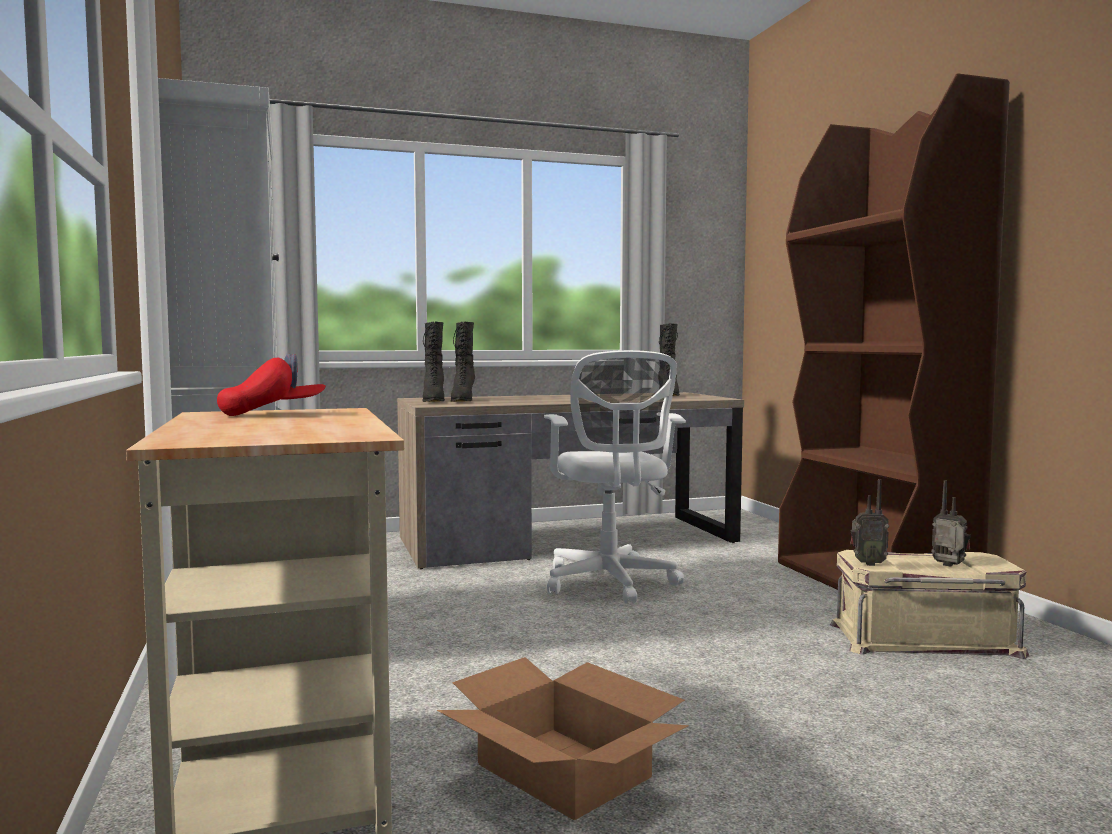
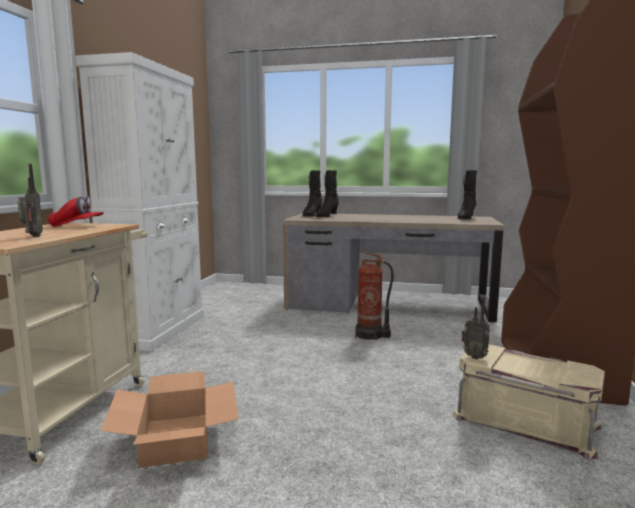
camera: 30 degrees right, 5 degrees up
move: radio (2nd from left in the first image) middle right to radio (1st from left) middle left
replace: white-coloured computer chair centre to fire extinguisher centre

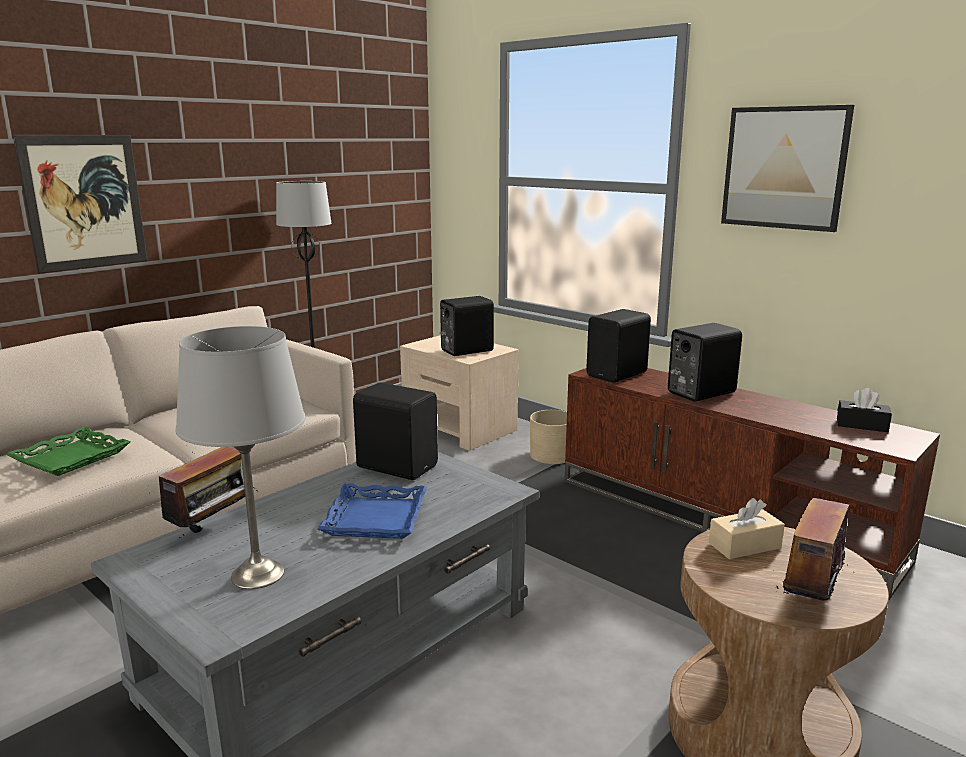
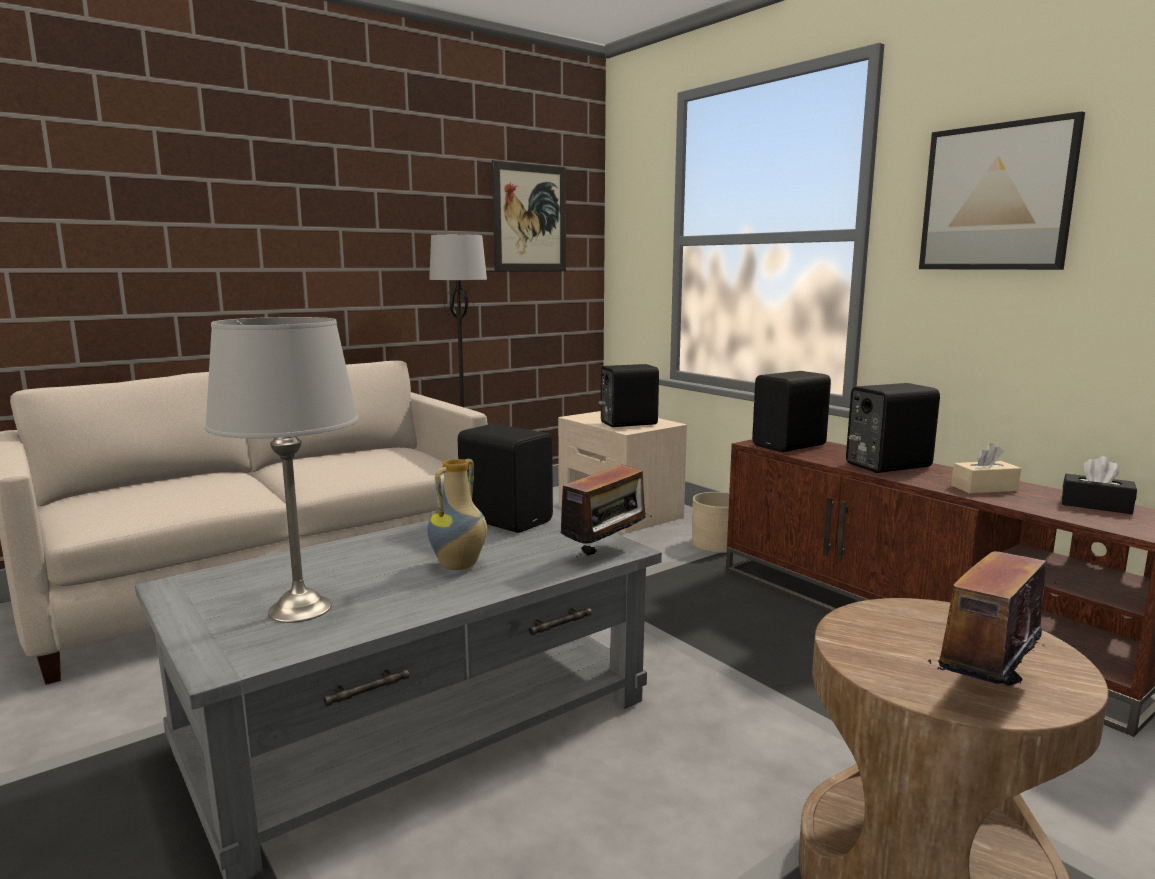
camera: 10 degrees right, 5 degrees down
delete: green-coloured serving tray middle left
move: wall art (1st from left) top left to top centre; radio (1st from left) middle left to centre; beige tissue box bottom right to middle right
replace: blue serving tray bottom centre to vase centre

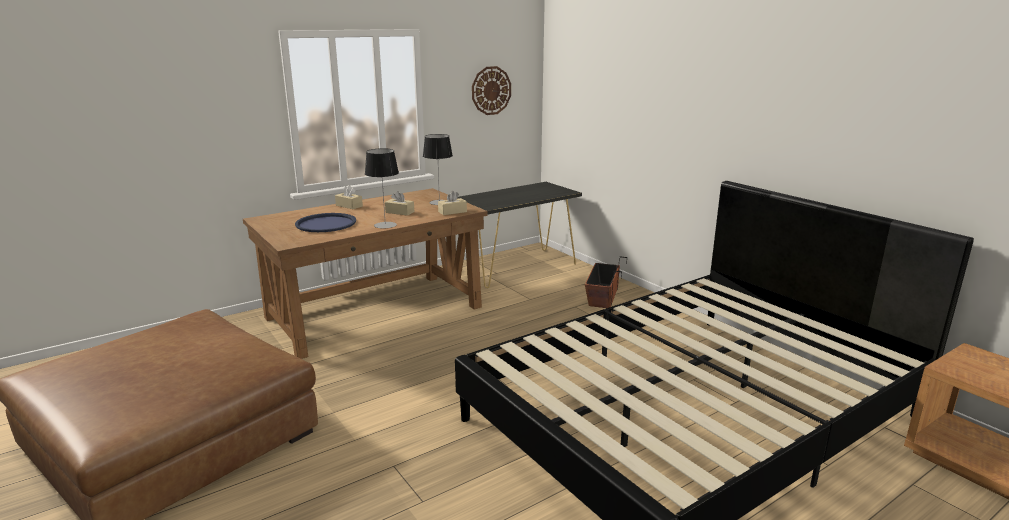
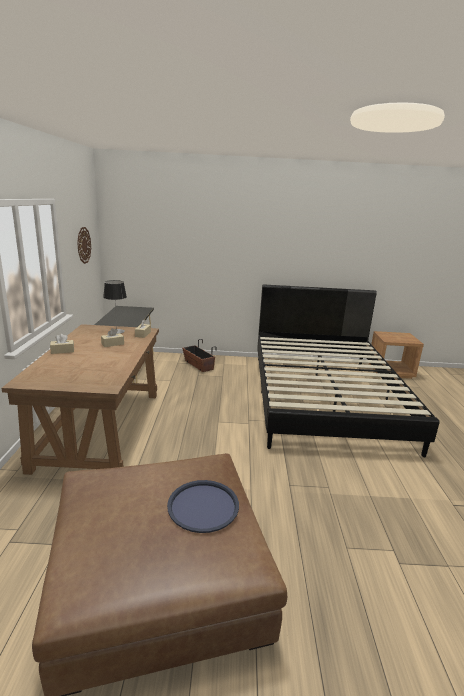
camera: 55 degrees left, 0 degrees up
delete: lamp for a table (1st from left) centre
move: blue serving tray middle left to bottom centre

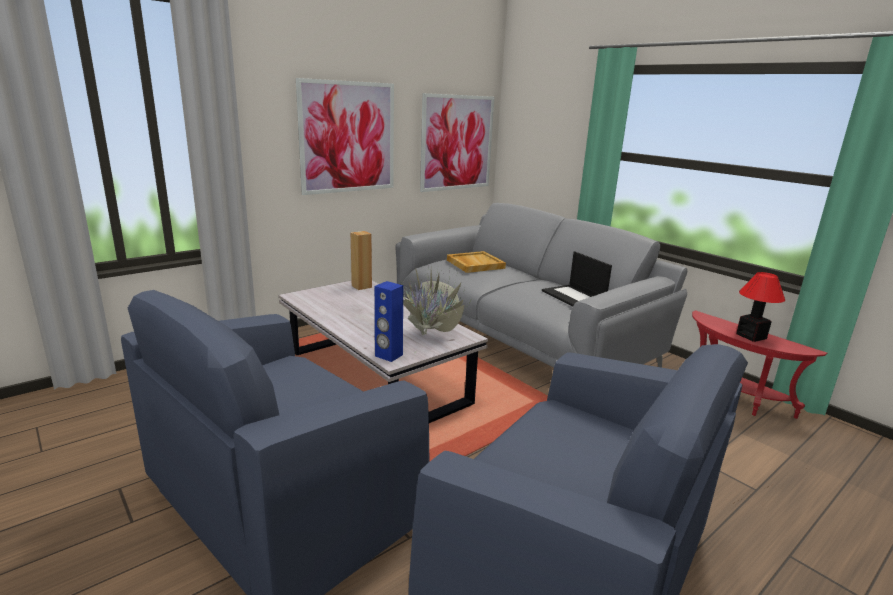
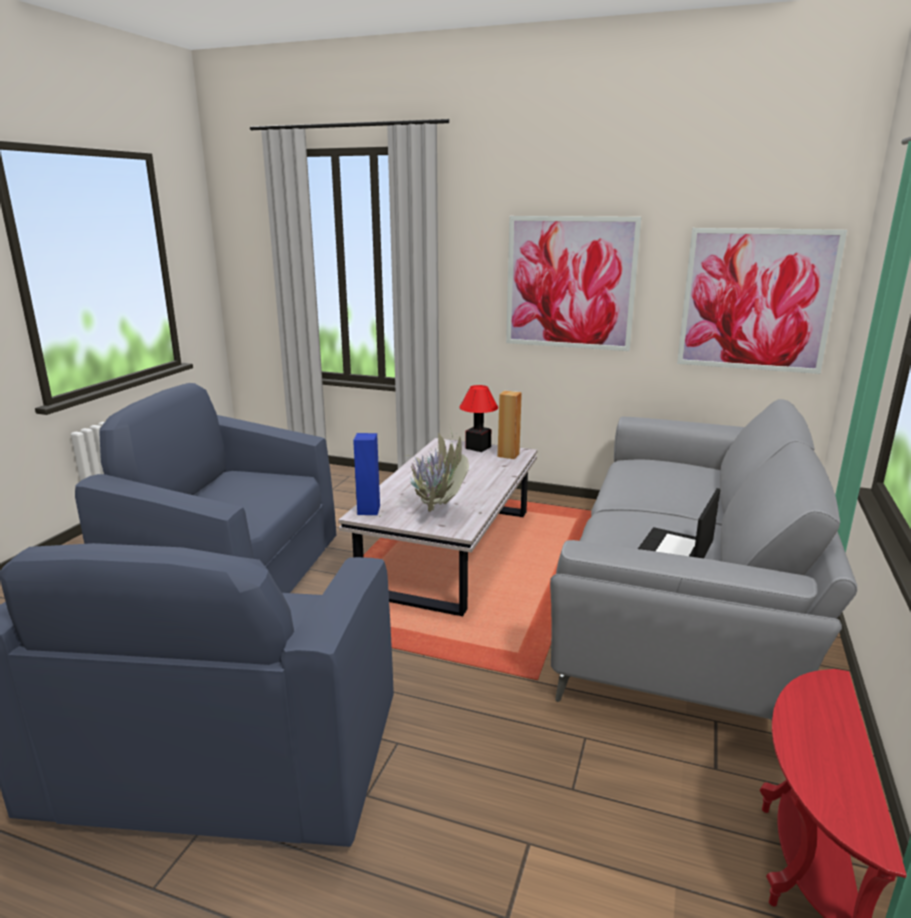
camera: 60 degrees right, 0 degrees up
delete: beige serving tray centre
move: lamp for a table middle right to centre

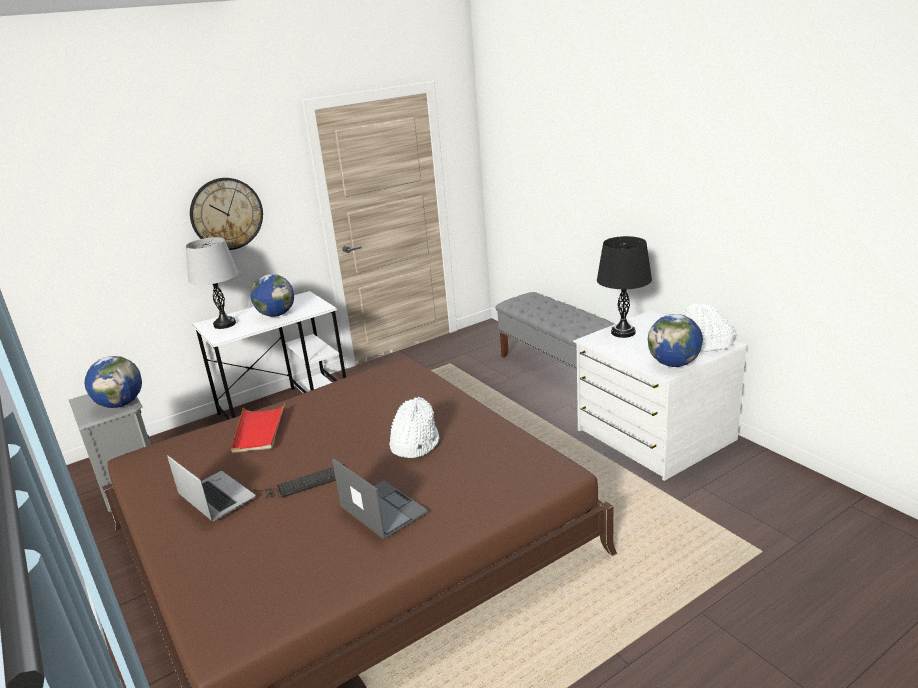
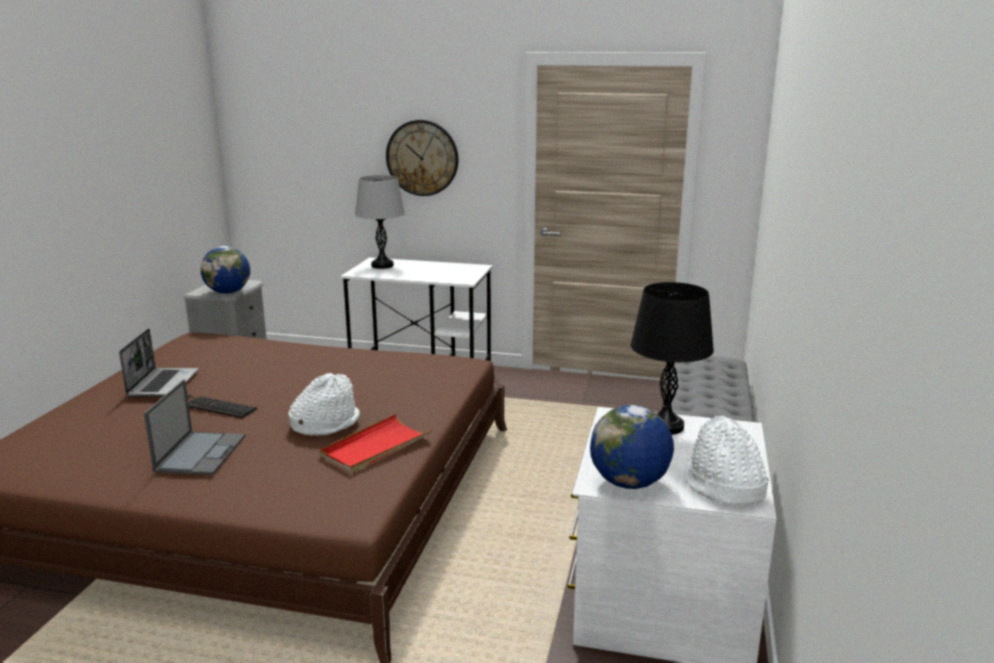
camera: 45 degrees right, 5 degrees down
delete: world globe (2nd from left) middle left
move: reddish serving tray middle left to bottom centre

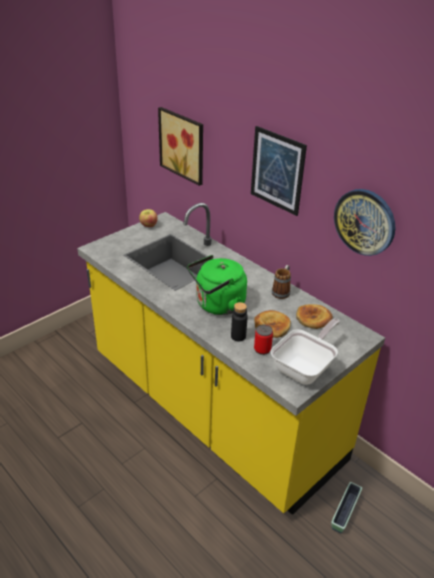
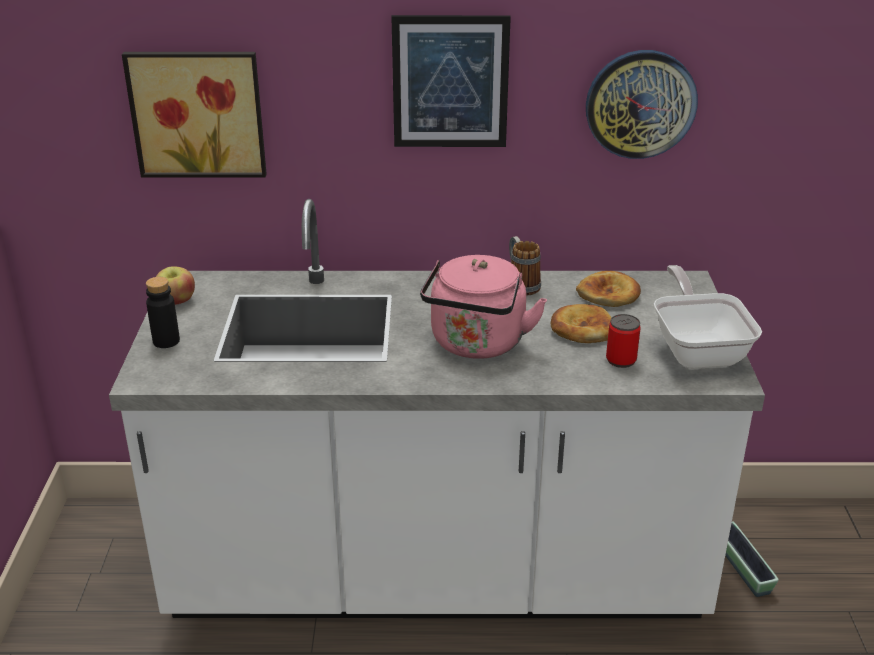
camera: 45 degrees left, 5 degrees down
move: black drink bottle centre to middle left
recolor: yellow-coloured counter centre to white-coloured counter centre; green-coloured water kettle centre to pink water kettle centre

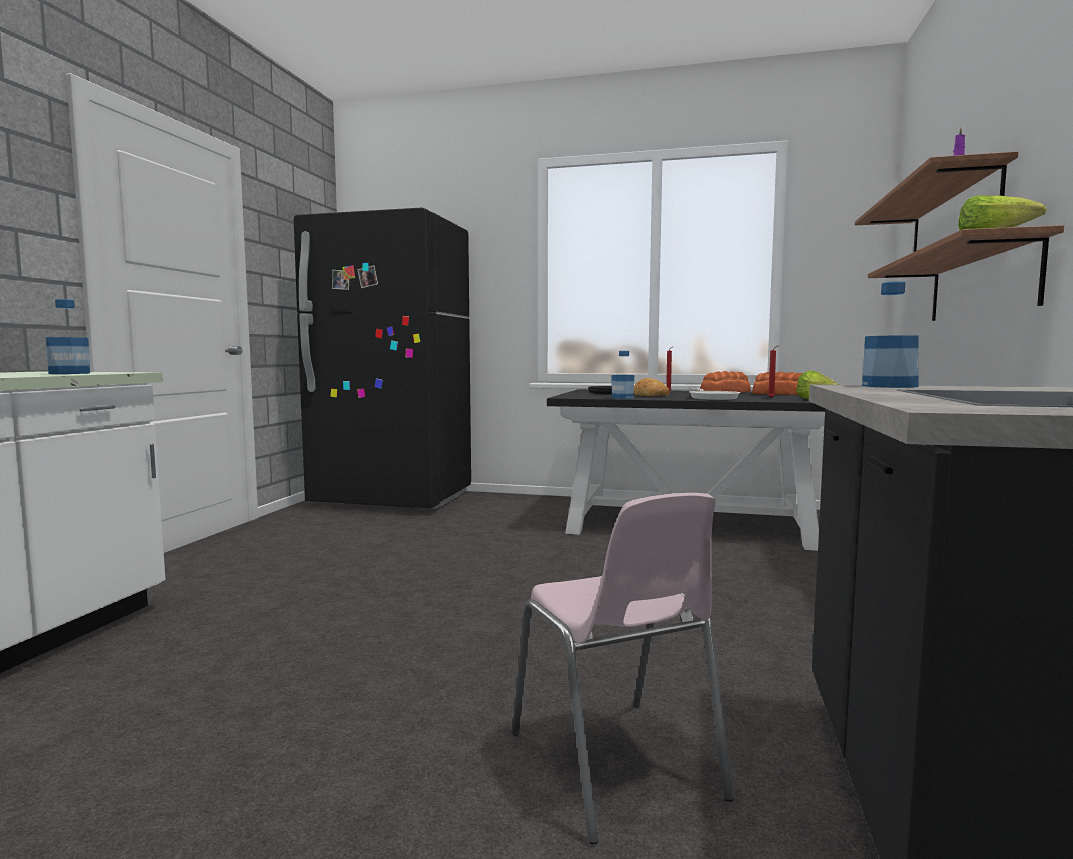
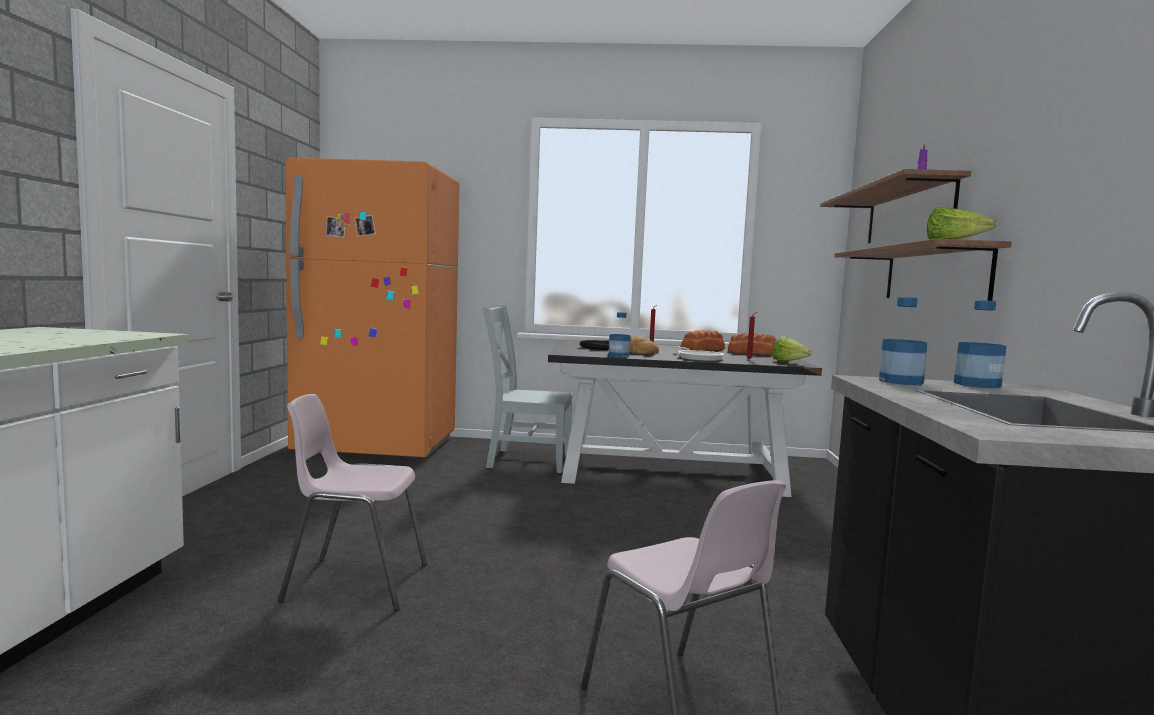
camera: 10 degrees left, 0 degrees up
insert: pink chair (1st from left) bottom left; gray chair centre
move: drink bottle (1st from left in the first image) middle left to drink bottle (3rd from left) middle right
recolor: black fridge centre to orange-coloured fridge middle left

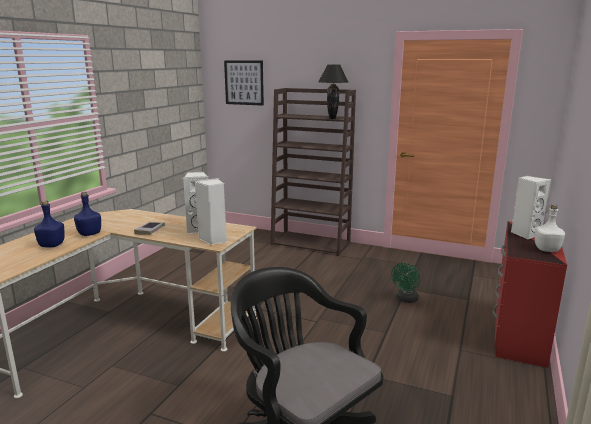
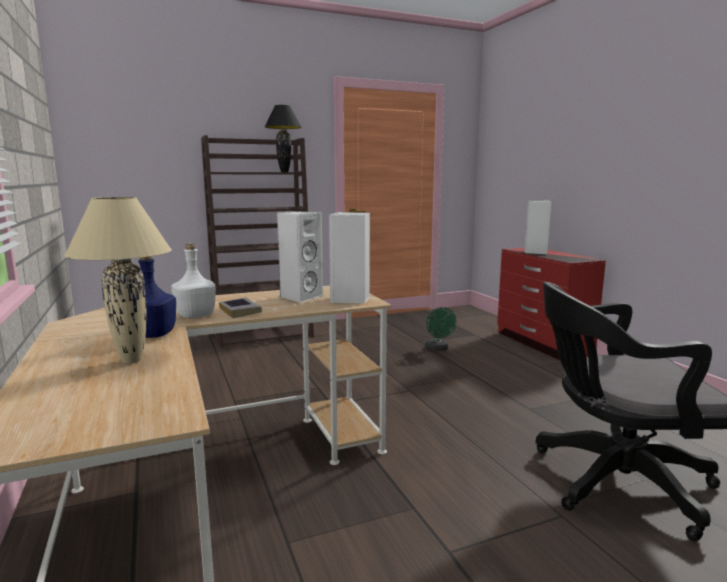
camera: 45 degrees left, 5 degrees down
delete: wall art top centre
move: white-coloured drink bottle middle right to middle left
replace: blue drink bottle (1st from left) middle left to beige lamp for a table middle left

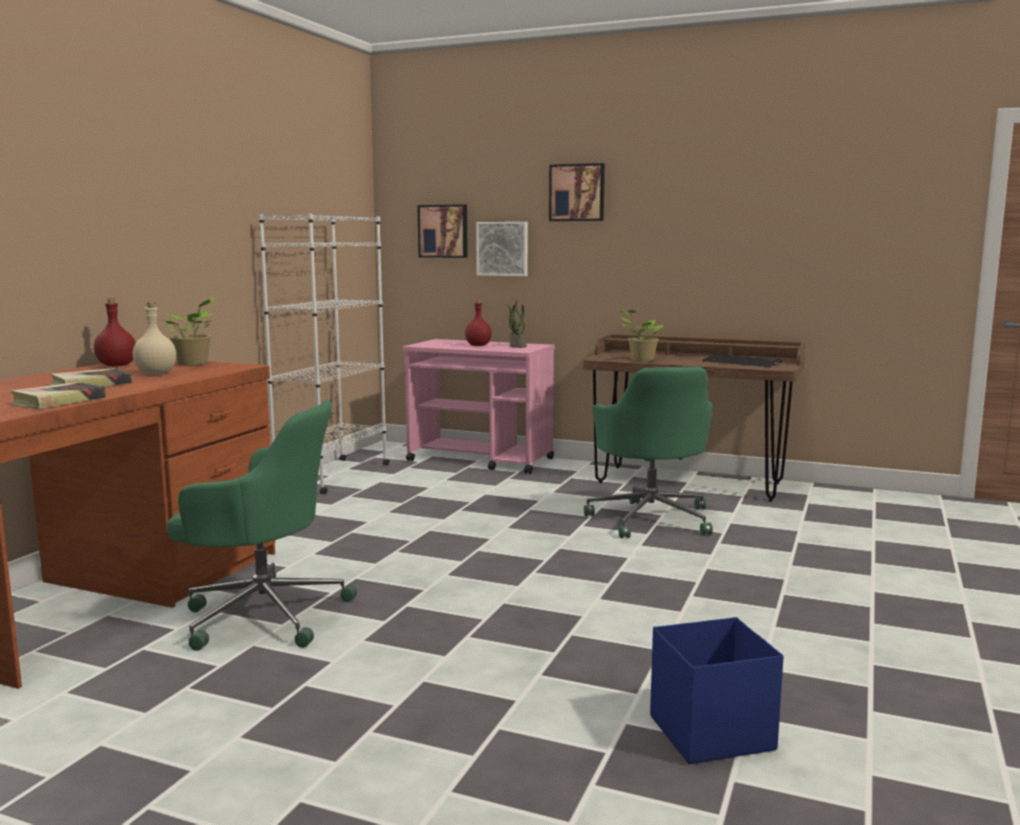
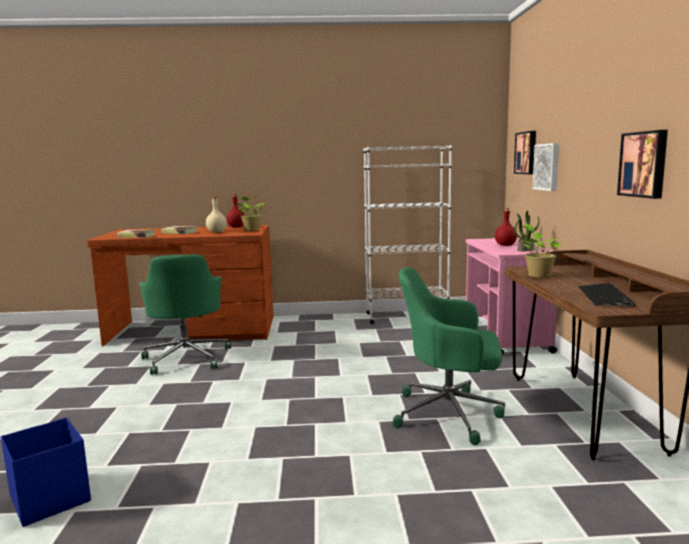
camera: 65 degrees right, 0 degrees up
move: wall art (3rd from left) top centre to top right
rotate: green-coloured computer chair (2nd from left) centre = centre 45 degrees clockwise

